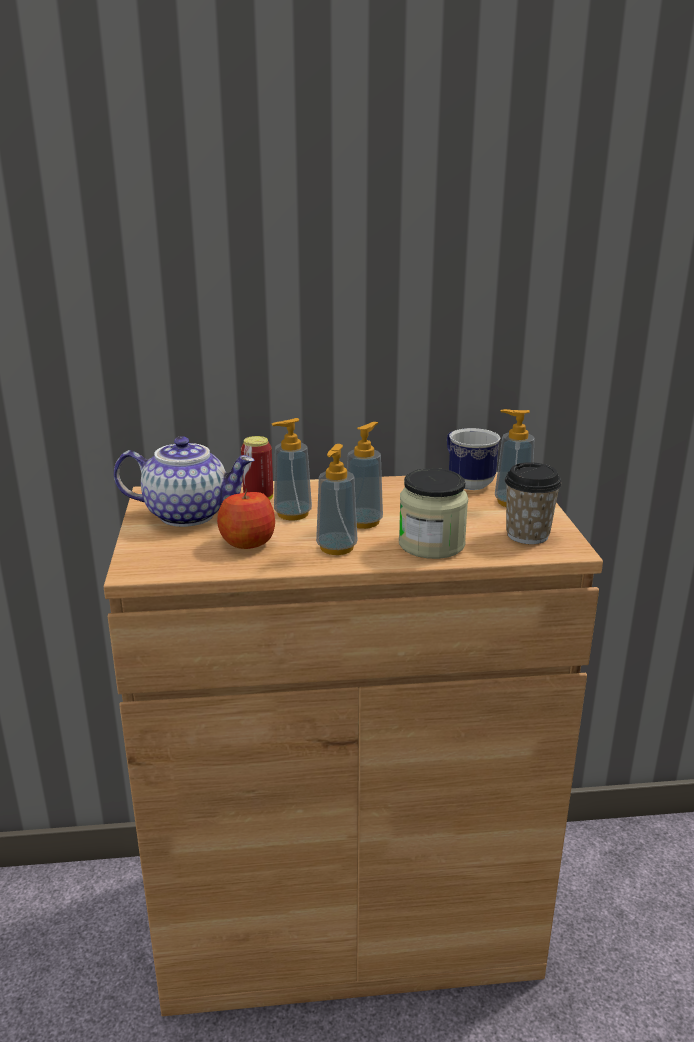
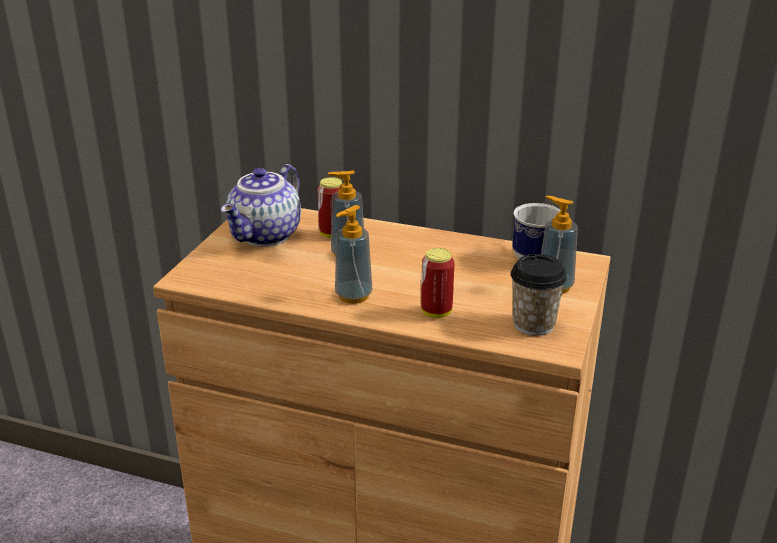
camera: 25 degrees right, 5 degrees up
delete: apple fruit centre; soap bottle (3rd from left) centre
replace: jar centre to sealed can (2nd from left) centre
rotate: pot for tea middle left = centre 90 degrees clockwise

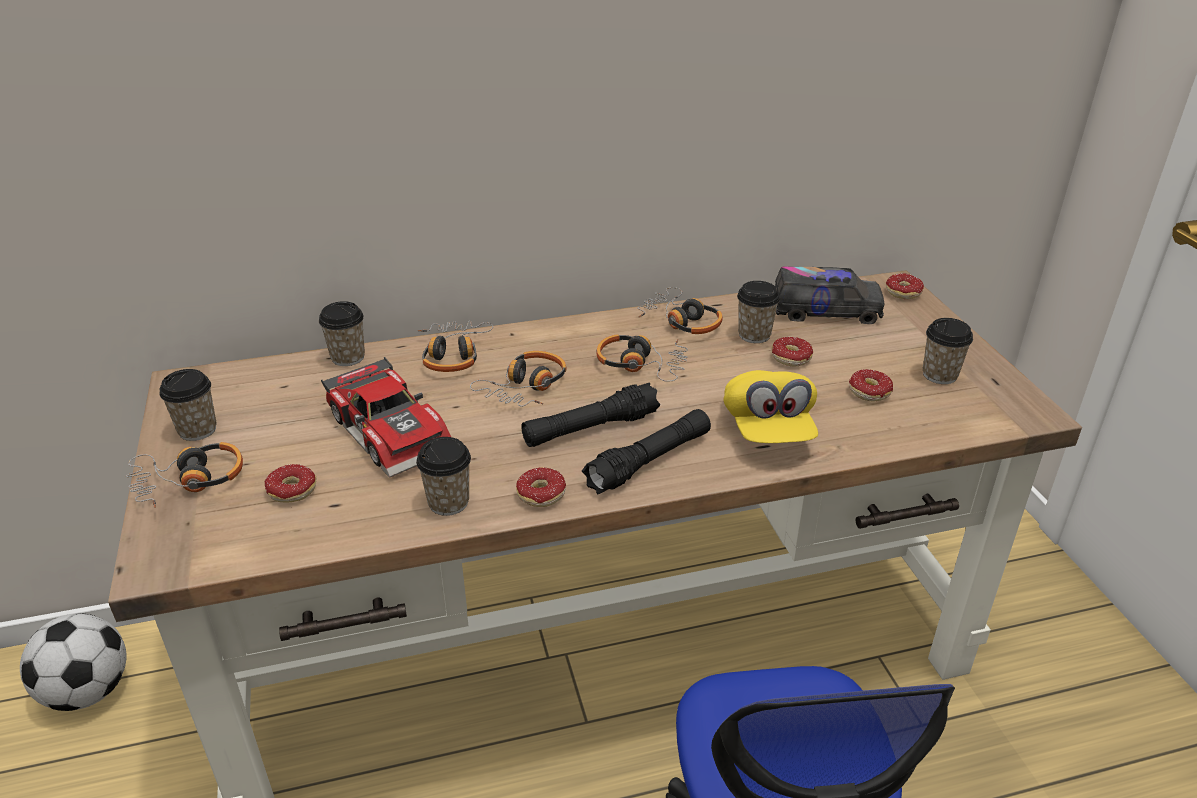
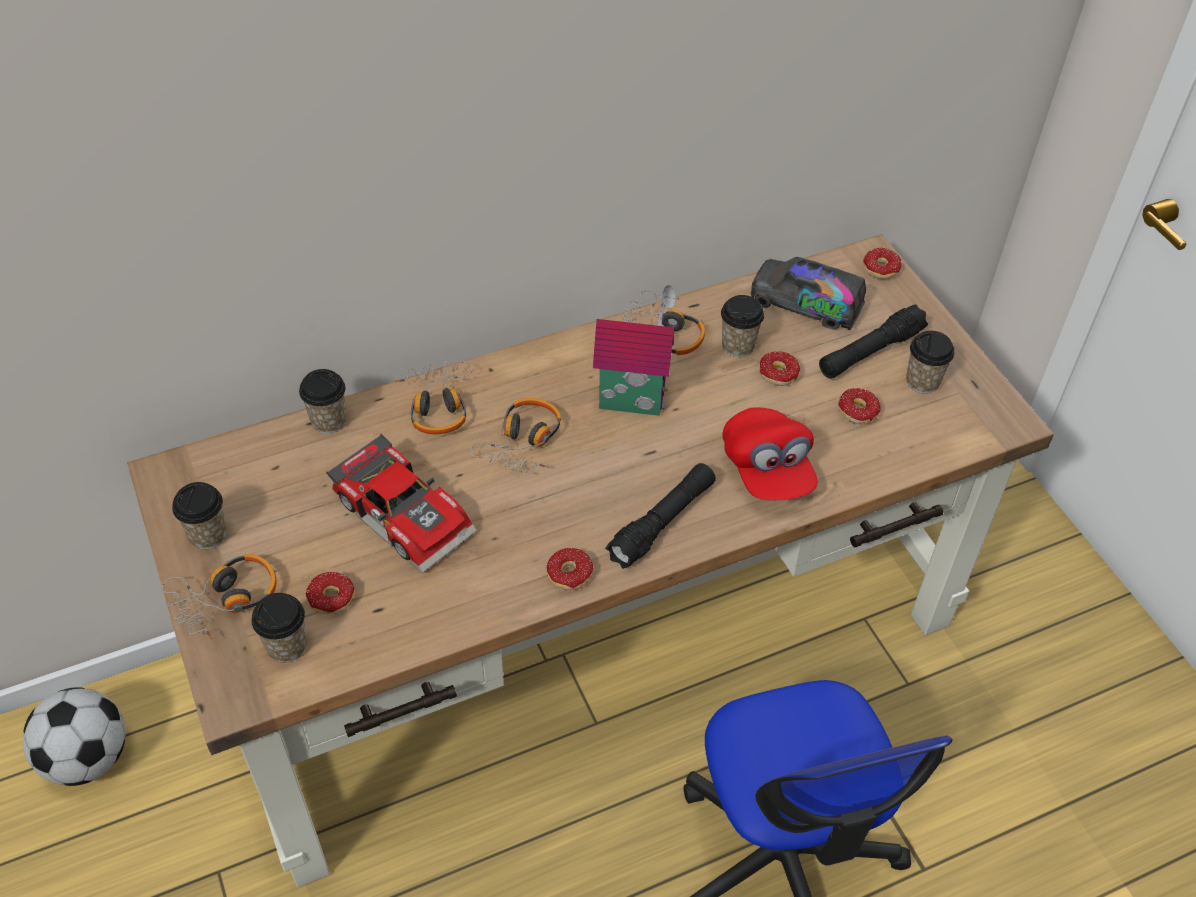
camera: 10 degrees left, 15 degrees up
move: small cup (3rd from left in the first image) centre to small cup (2nd from left) bottom left; black flashlight (1st from left in the first image) centre to black flashlight (2nd from left) middle right
replace: headset (4th from left) centre to toy house centre
recolor: yellow-coloured peaked cap centre to reddish peaked cap centre
rotate: toy truck middle right = top right 150 degrees counterclockwise

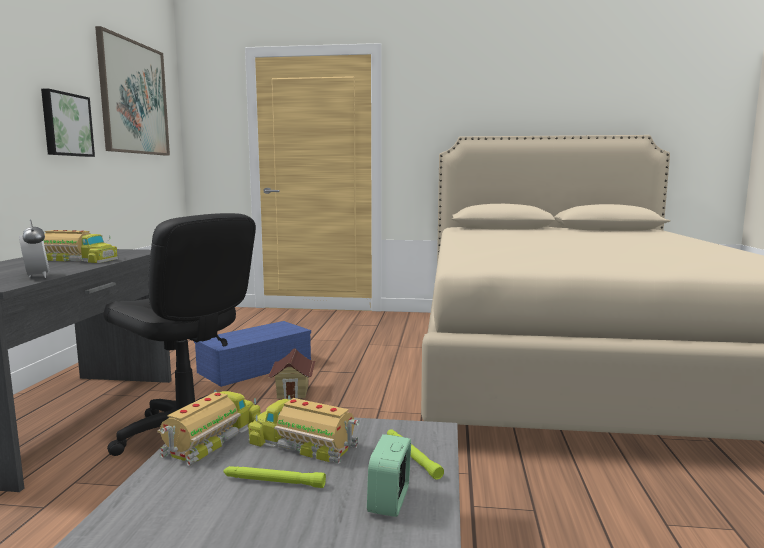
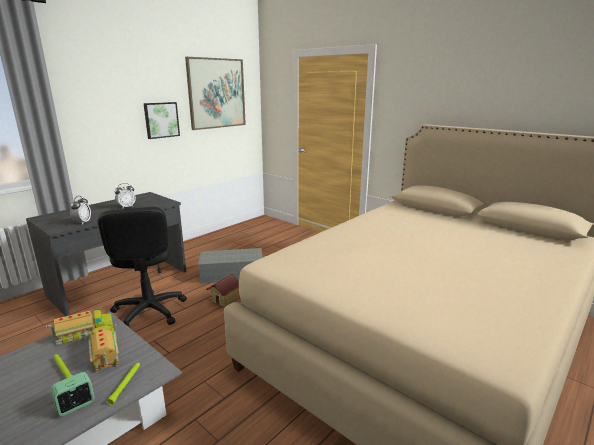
camera: 35 degrees right, 10 degrees up
replace: toy truck (1st from left) middle left to table clock (3rd from left) middle left
recolor: blue storage bin middle left to gray storage bin centre

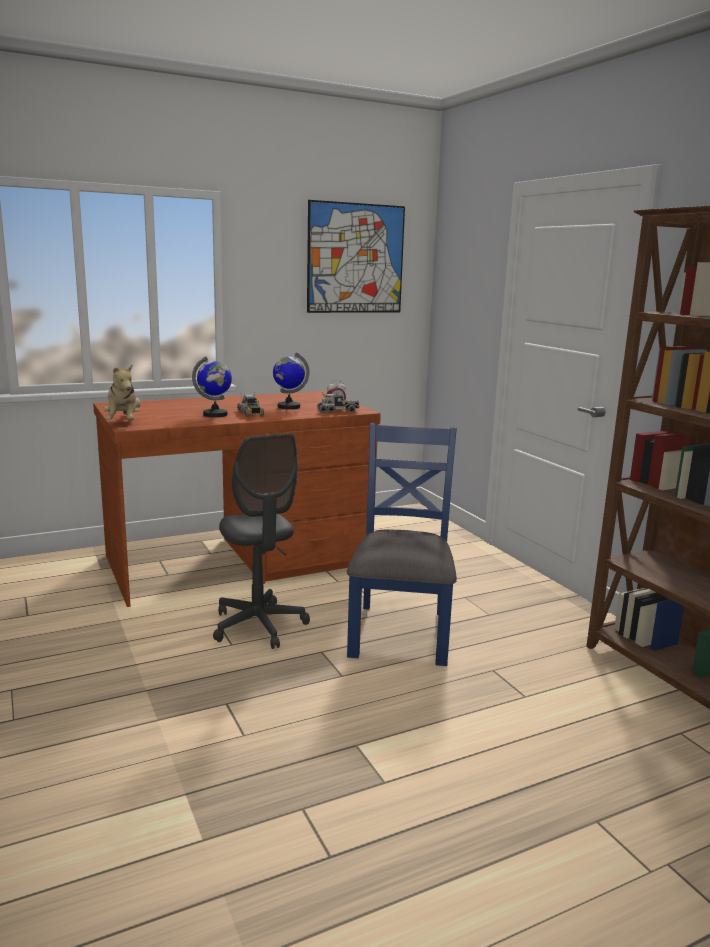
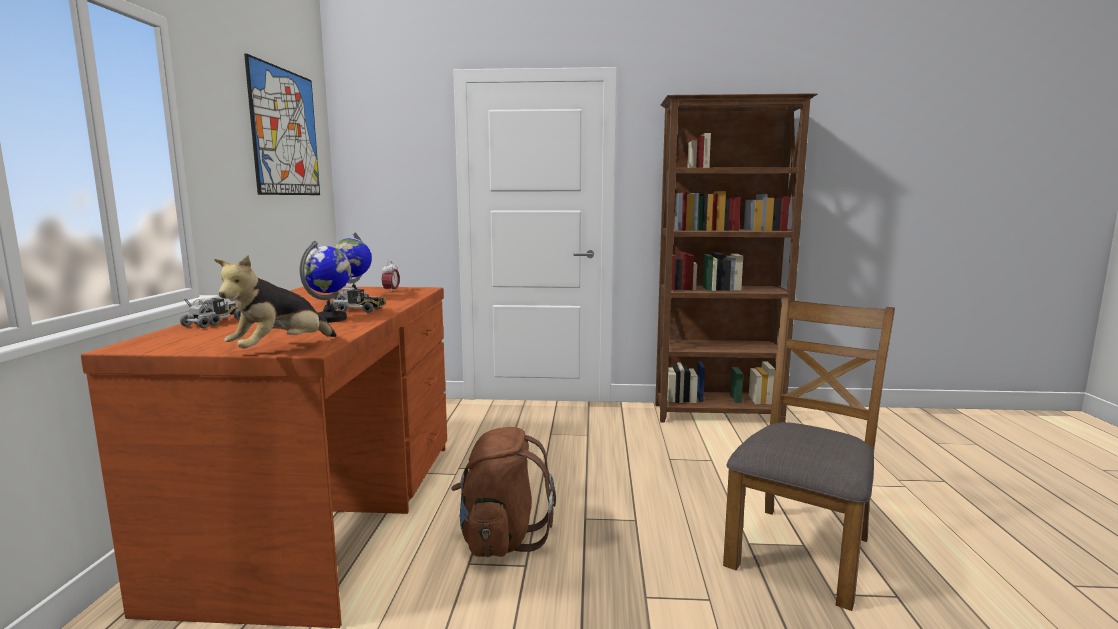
camera: 60 degrees left, 5 degrees down
delete: blue chair centre
insert: brownish chair bottom right
move: toy truck (2nd from left in the first image) centre to toy truck (1st from left) middle left
replace: gray computer chair centre to brownish rucksack bottom centre
rotate: plush toy middle left = middle left 105 degrees clockwise

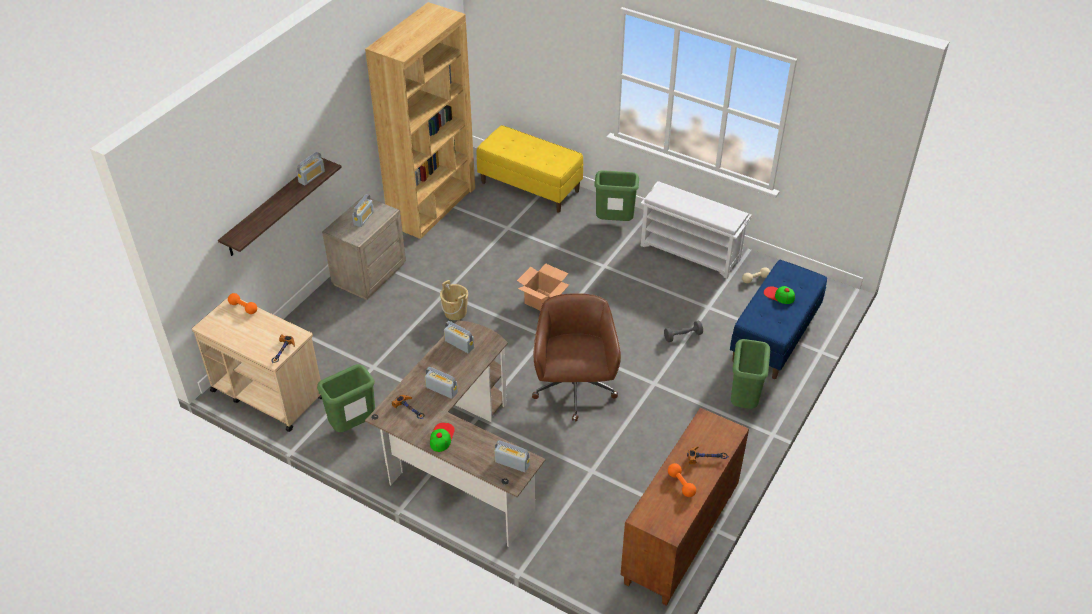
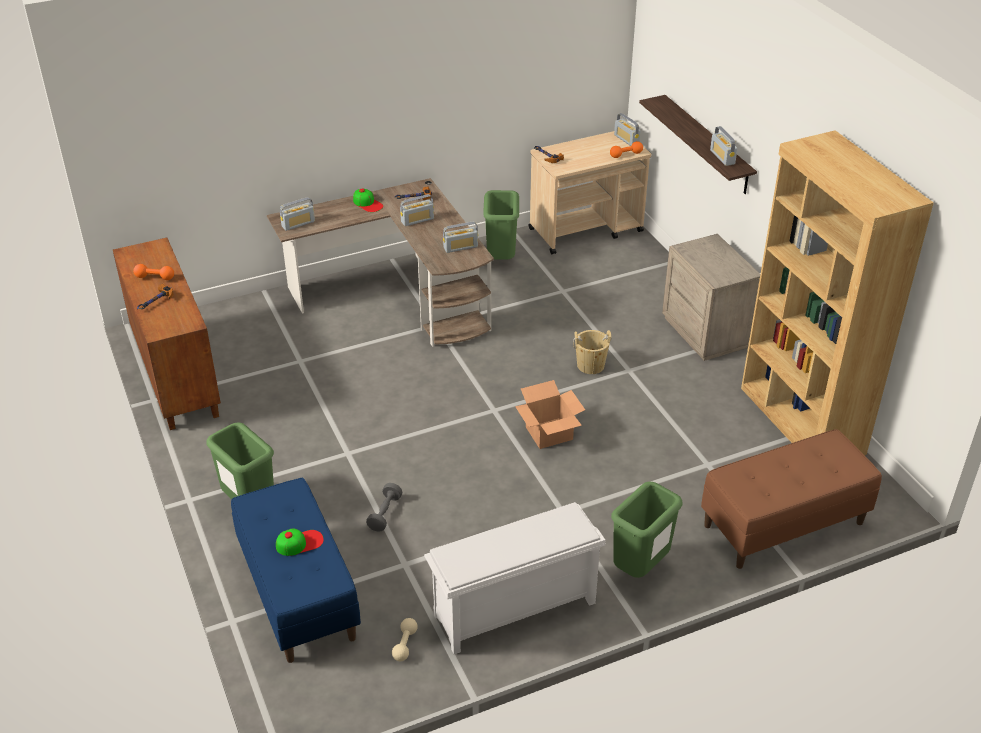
camera: 125 degrees right, 5 degrees down
delete: brownish computer chair centre
move: radio (2nd from left in the first image) middle left to radio (4th from left) top centre
recolor: yellow-coloured indoor bench top centre to brownish indoor bench bottom right

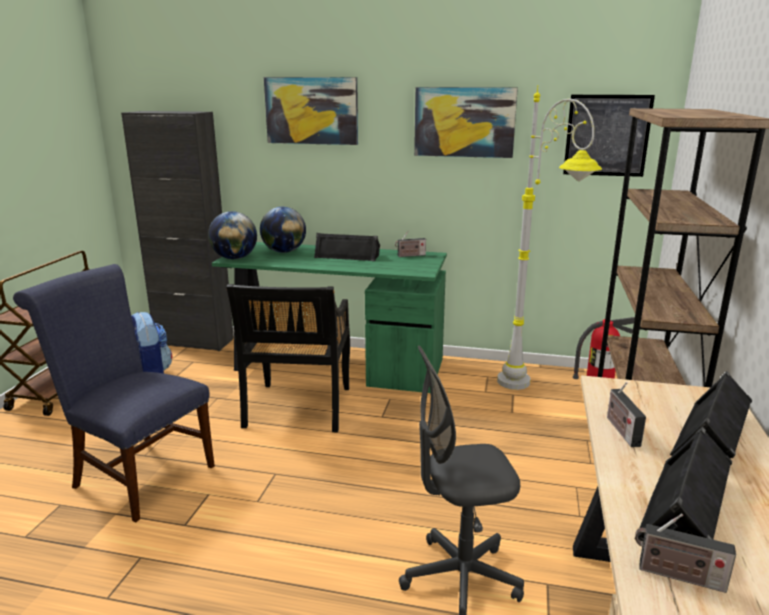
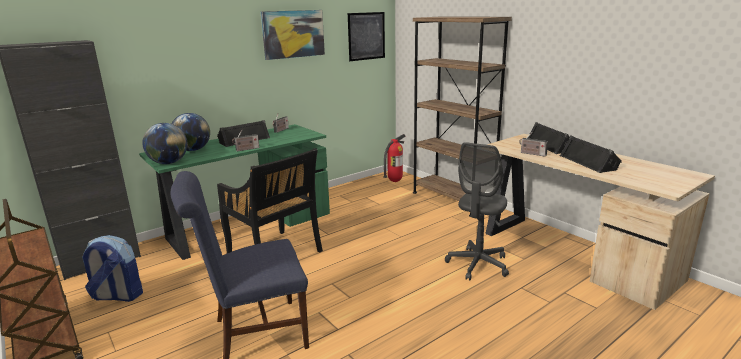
camera: 50 degrees left, 0 degrees up
delete: wall art (1st from left) top centre; gray floor lamp middle right
move: radio (3rd from left in the first image) bottom right to radio (1st from left) middle left

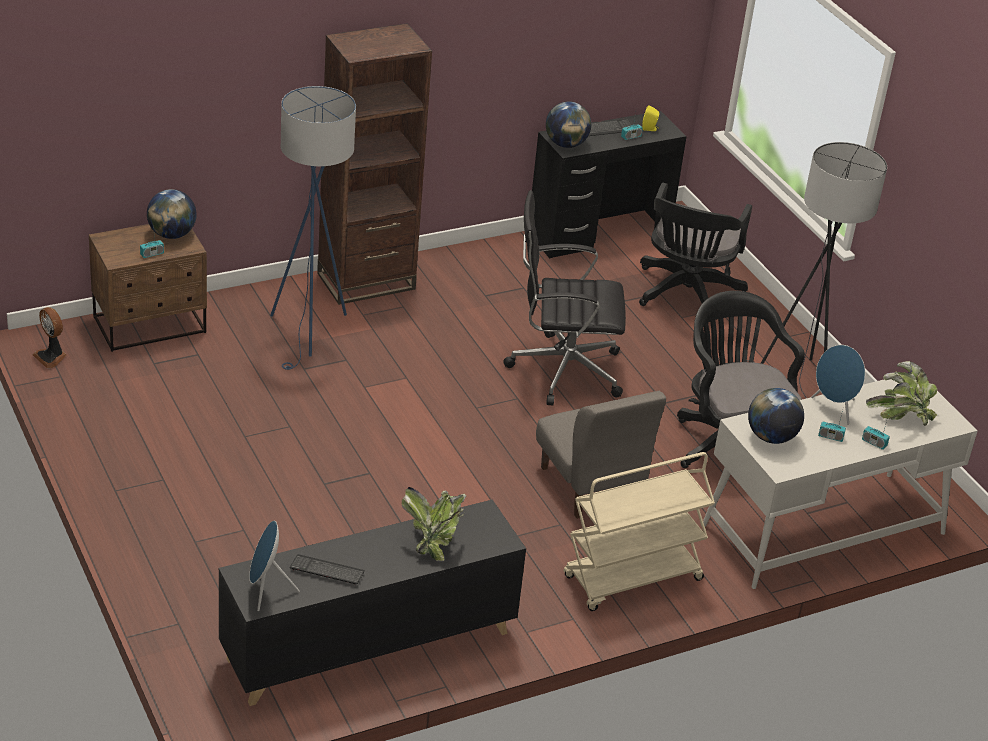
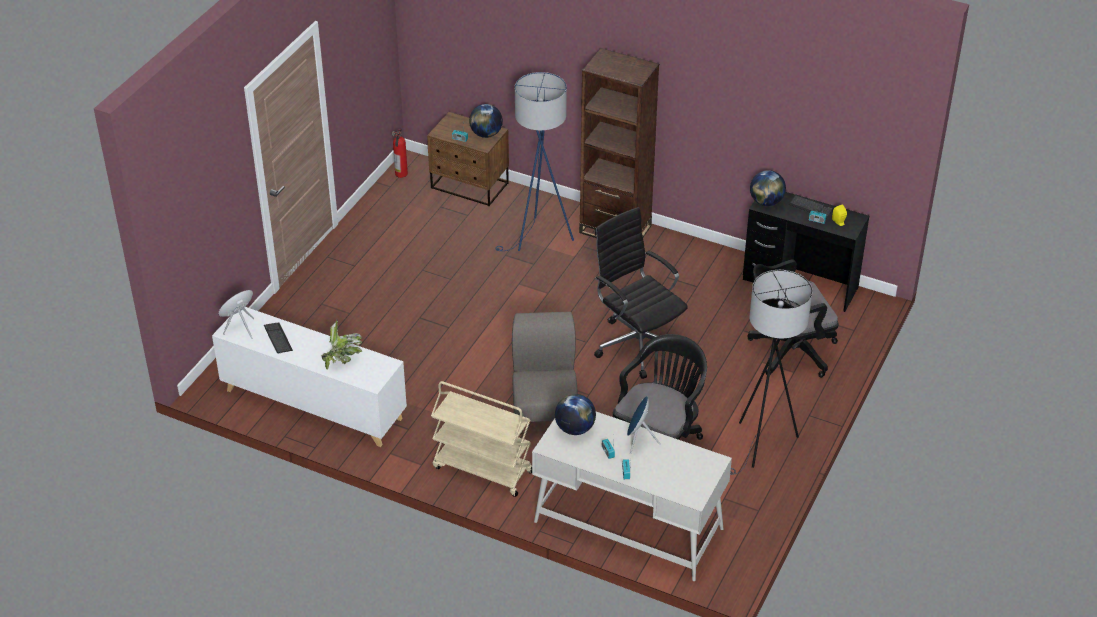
camera: 55 degrees right, 5 degrees up
delete: plant in a pot (2nd from left) middle right
replace: cooling fan middle left to fire extinguisher top centre
recolor: black storage cabinet bottom centre to white-coloured storage cabinet middle left
rotate: gray chair centre = centre 150 degrees clockwise

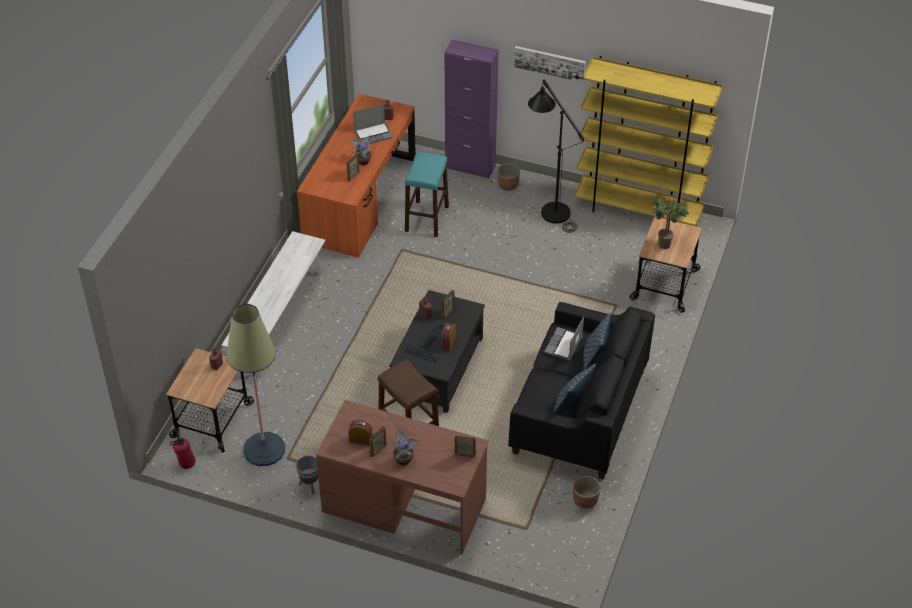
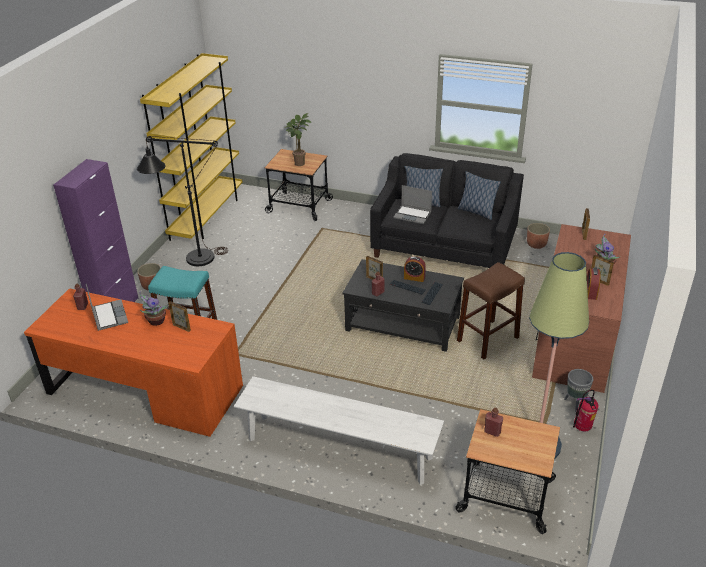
camera: 90 degrees left, 10 degrees down
delete: wall art top centre
move: fire extinguisher bottom left to bottom right

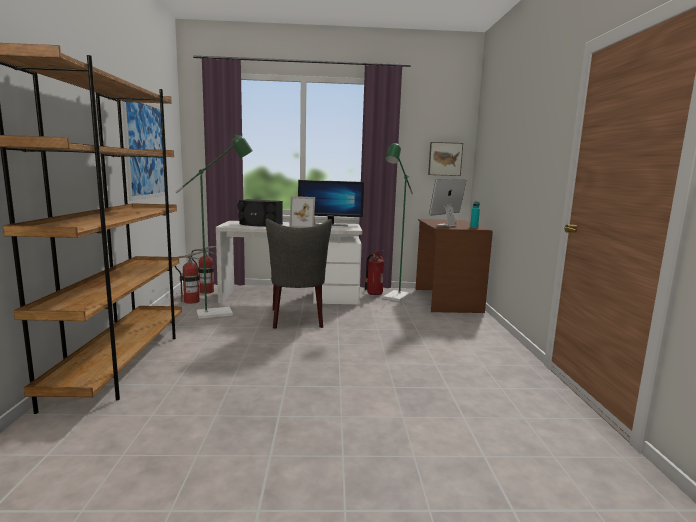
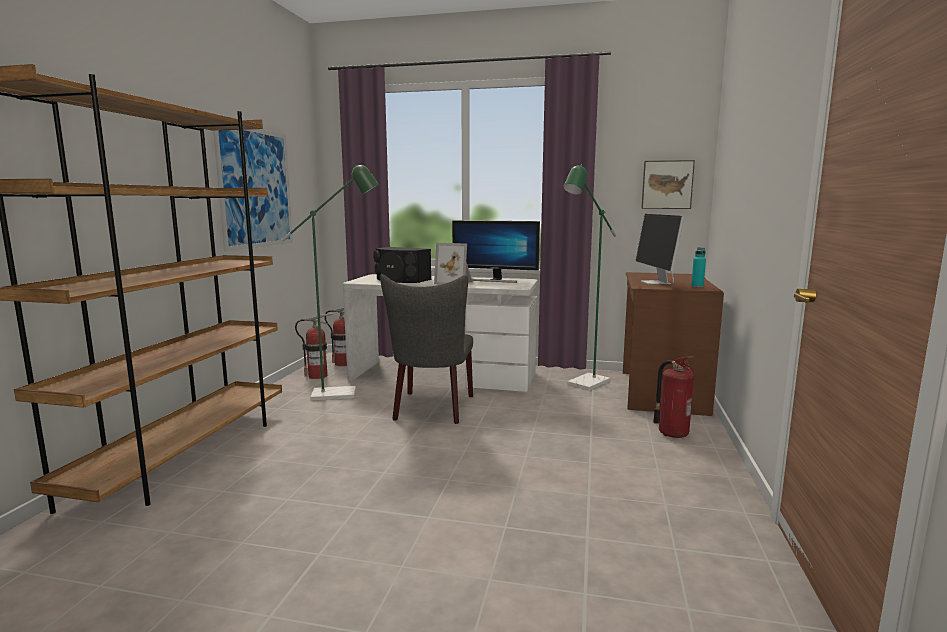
camera: 15 degrees right, 0 degrees up
move: fire extinguisher (3rd from left) centre to middle right
rotate: computer screen (2nd from left) centre = middle right 60 degrees counterclockwise

